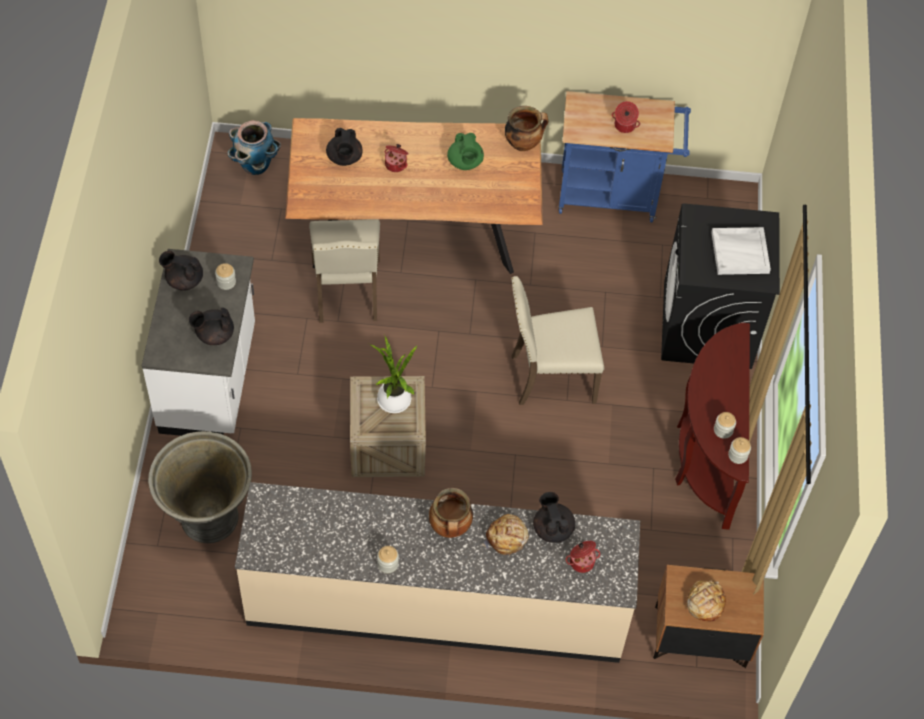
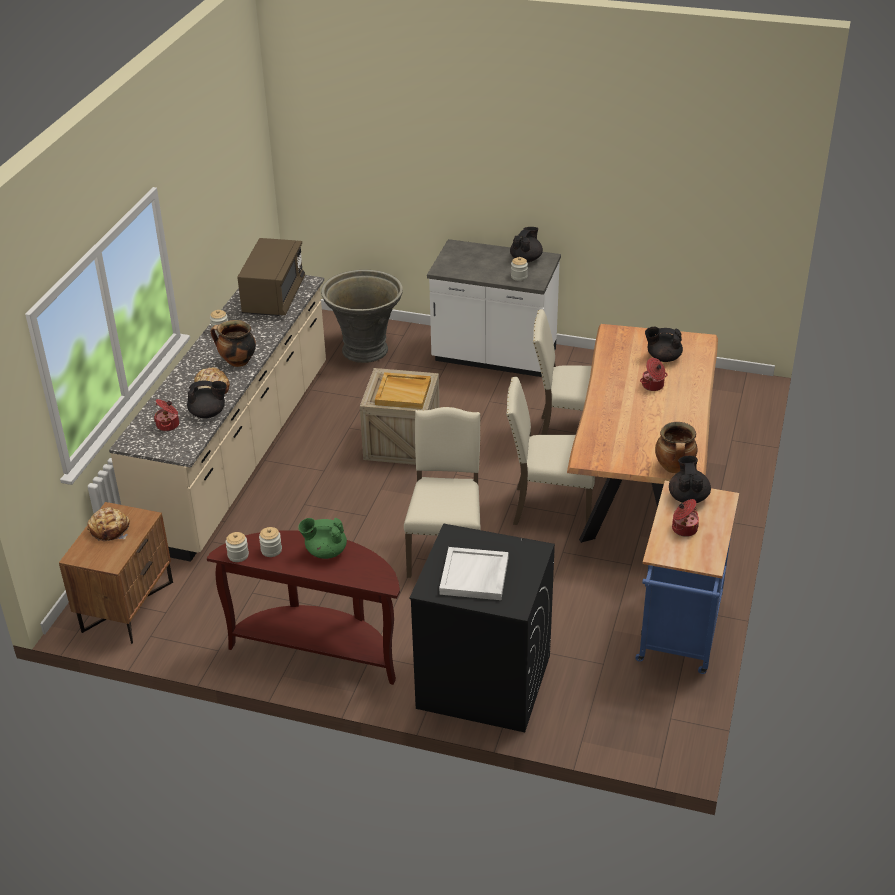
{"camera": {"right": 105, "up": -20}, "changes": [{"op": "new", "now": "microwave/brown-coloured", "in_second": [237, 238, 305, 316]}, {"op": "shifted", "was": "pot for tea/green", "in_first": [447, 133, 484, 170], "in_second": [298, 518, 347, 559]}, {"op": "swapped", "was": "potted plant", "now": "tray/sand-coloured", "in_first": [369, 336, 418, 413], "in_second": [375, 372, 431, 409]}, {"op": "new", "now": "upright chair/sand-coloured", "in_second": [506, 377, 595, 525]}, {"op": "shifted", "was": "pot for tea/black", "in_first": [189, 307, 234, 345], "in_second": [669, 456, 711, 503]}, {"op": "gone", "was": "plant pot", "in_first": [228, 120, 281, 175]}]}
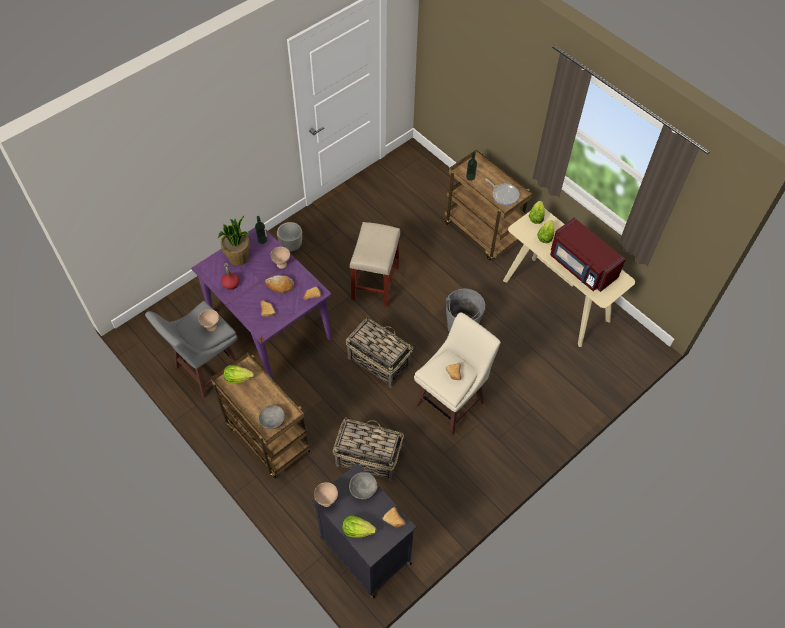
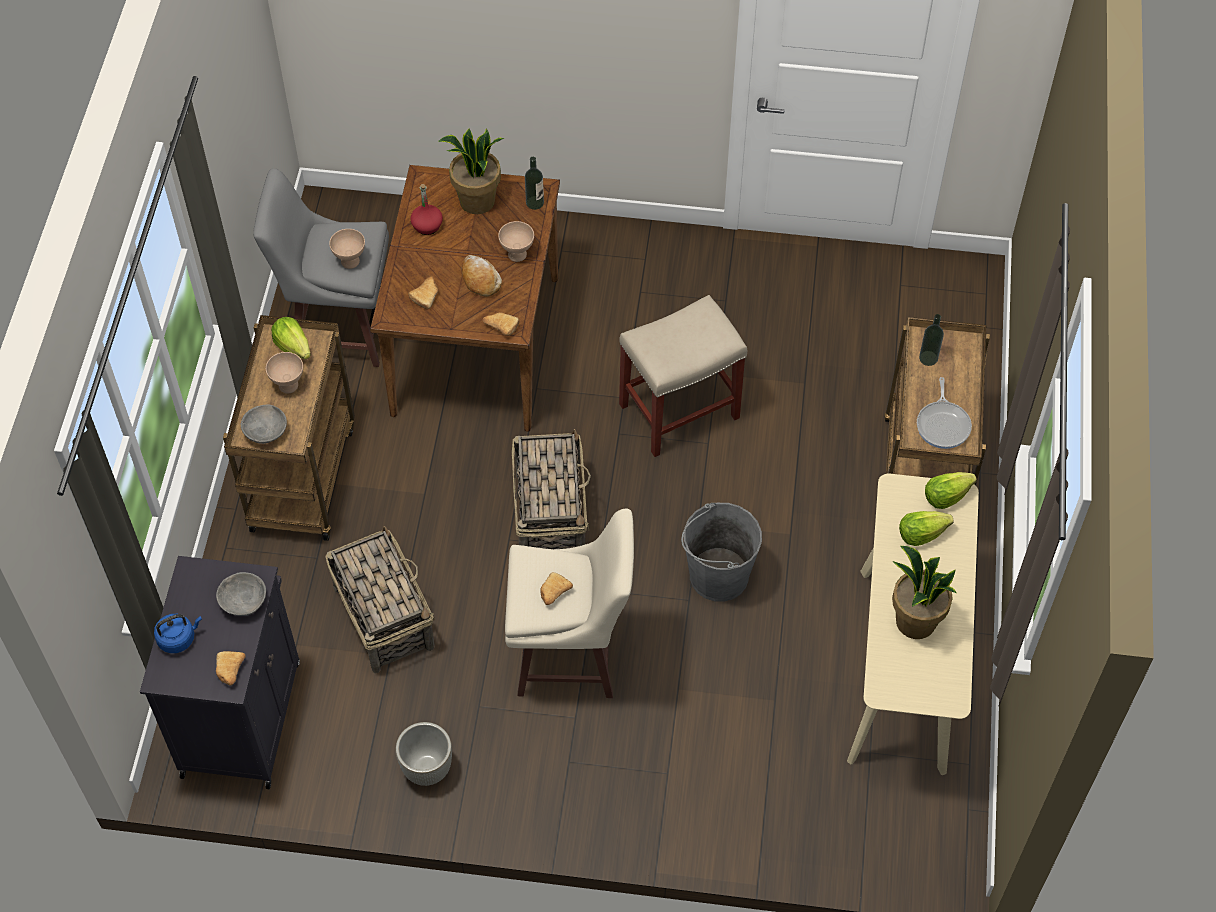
{"camera": {"right": 50, "up": 0}, "changes": [{"op": "swapped", "was": "head of lettuce", "now": "water kettle/bluish", "in_first": [342, 515, 376, 538], "in_second": [154, 614, 202, 653]}, {"op": "shifted", "was": "deep dish/sand-coloured", "in_first": [314, 482, 338, 507], "in_second": [266, 352, 303, 394]}, {"op": "repainted", "was": "kitchen table/purplish", "now": "kitchen table/brown-coloured", "in_first": [191, 228, 332, 380], "in_second": [370, 165, 560, 432]}, {"op": "shifted", "was": "plant pot/grey", "in_first": [277, 222, 302, 251], "in_second": [395, 722, 452, 786]}, {"op": "swapped", "was": "microwave/red-coloured", "now": "potted plant", "in_first": [550, 218, 626, 292], "in_second": [892, 546, 957, 639]}]}
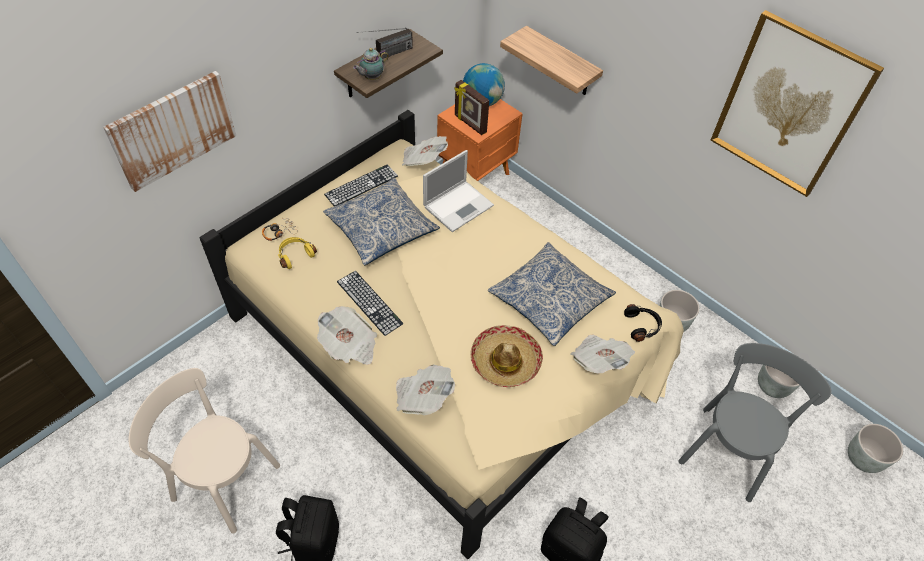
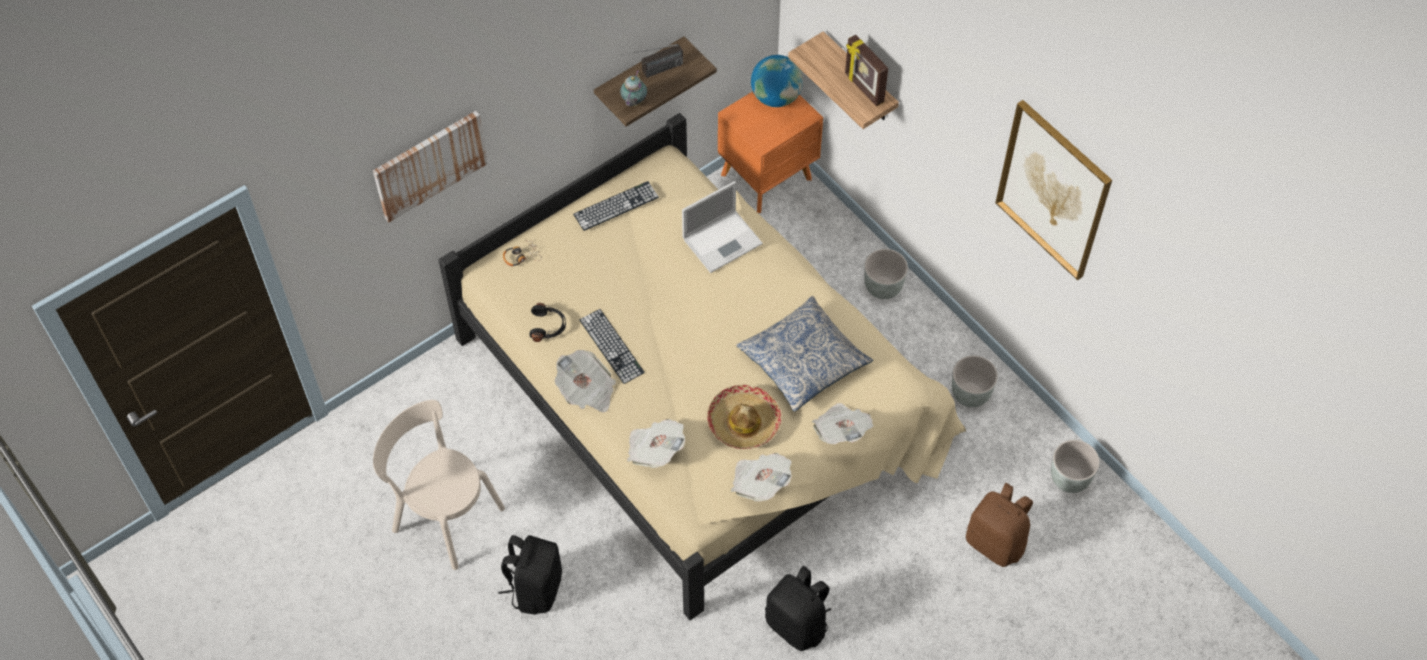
{"camera": {"right": 10, "up": 5}, "changes": [{"op": "shifted", "was": "headset/black", "in_first": [624, 304, 662, 342], "in_second": [529, 303, 566, 342]}, {"op": "rotated", "was": "pot for tea", "in_first": [353, 48, 389, 80], "in_second": [620, 71, 647, 107], "clockwise": -45}, {"op": "shifted", "was": "printed paper", "in_first": [402, 136, 448, 166], "in_second": [731, 453, 792, 502]}, {"op": "shifted", "was": "photo frame", "in_first": [455, 80, 489, 135], "in_second": [845, 35, 888, 106]}, {"op": "shifted", "was": "plant pot/grey", "in_first": [848, 424, 903, 473], "in_second": [864, 249, 908, 299]}, {"op": "swapped", "was": "upright chair/grey", "now": "backpack/brown-coloured", "in_first": [678, 343, 832, 502], "in_second": [966, 483, 1033, 567]}, {"op": "gone", "was": "headset/yellowish", "in_first": [278, 237, 317, 269]}, {"op": "gone", "was": "throw pillow", "in_first": [323, 178, 440, 265]}]}
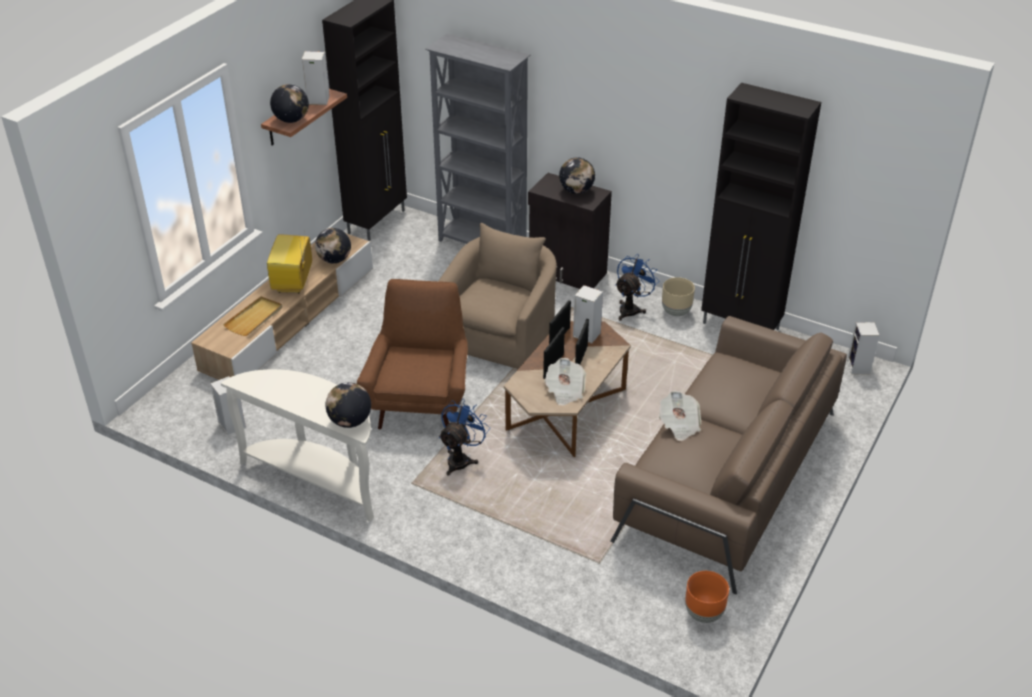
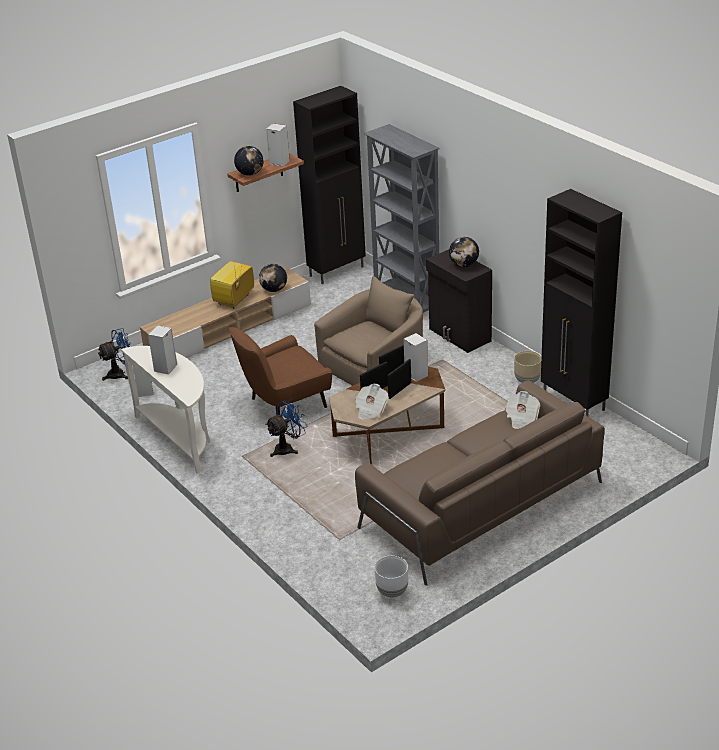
{"camera": {"right": 25, "up": -5}, "changes": [{"op": "shifted", "was": "cooling fan/bluish", "in_first": [615, 254, 658, 321], "in_second": [98, 328, 131, 381]}, {"op": "shifted", "was": "audio speaker", "in_first": [847, 322, 879, 374], "in_second": [148, 325, 177, 374]}, {"op": "rotated", "was": "armchair/brown-coloured", "in_first": [357, 279, 468, 429], "in_second": [229, 327, 332, 415], "clockwise": -150}, {"op": "repainted", "was": "plant pot/orangey", "now": "plant pot/white-coloured", "in_first": [685, 571, 729, 623], "in_second": [375, 556, 408, 597]}, {"op": "shifted", "was": "printed paper", "in_first": [659, 390, 701, 441], "in_second": [505, 391, 540, 429]}, {"op": "gone", "was": "tray/sand-coloured", "in_first": [223, 296, 282, 336]}, {"op": "gone", "was": "desk globe", "in_first": [325, 382, 371, 428]}]}
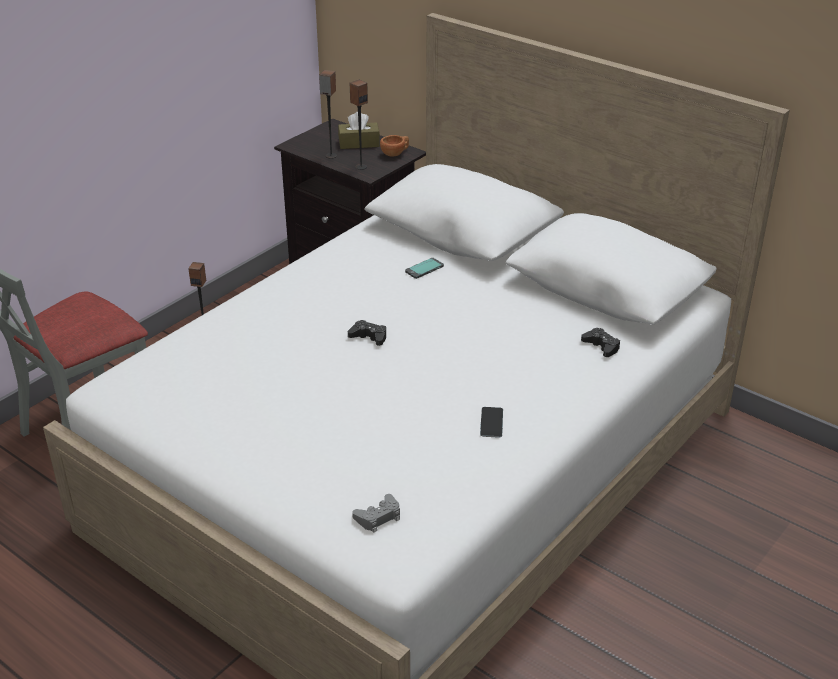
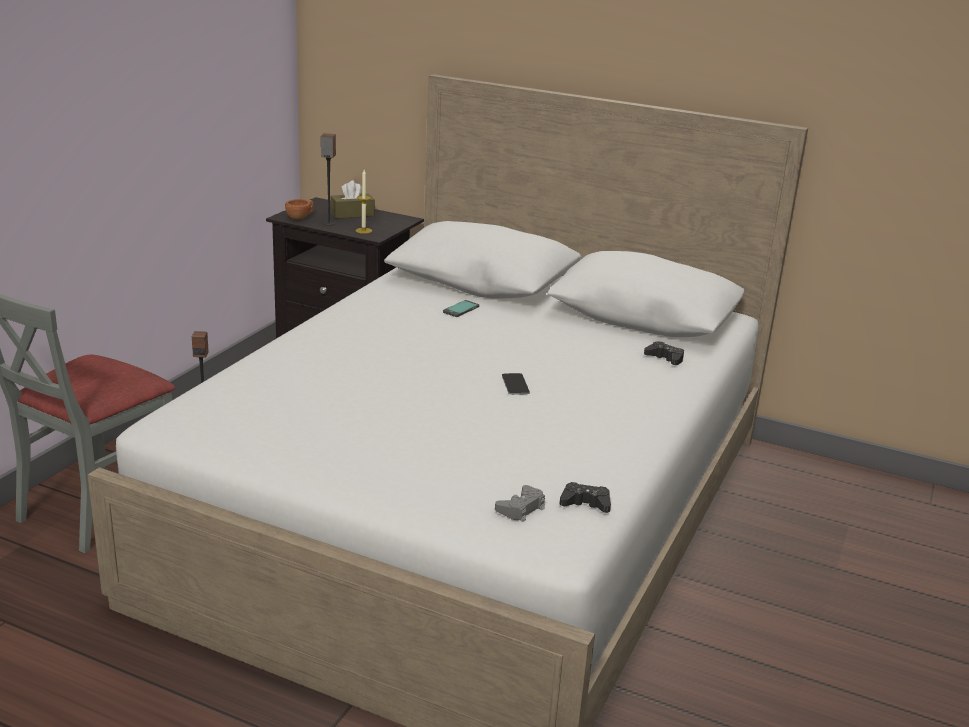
{"camera": {"right": -15, "up": -10}, "changes": [{"op": "shifted", "was": "drinking cup/brown-coloured", "in_first": [380, 135, 409, 157], "in_second": [285, 199, 314, 220]}, {"op": "swapped", "was": "audio speaker", "now": "candle", "in_first": [350, 79, 368, 170], "in_second": [355, 170, 372, 234]}, {"op": "shifted", "was": "telephone", "in_first": [480, 407, 503, 438], "in_second": [502, 373, 530, 395]}, {"op": "shifted", "was": "game controller/black", "in_first": [348, 320, 386, 346], "in_second": [560, 482, 611, 513]}]}
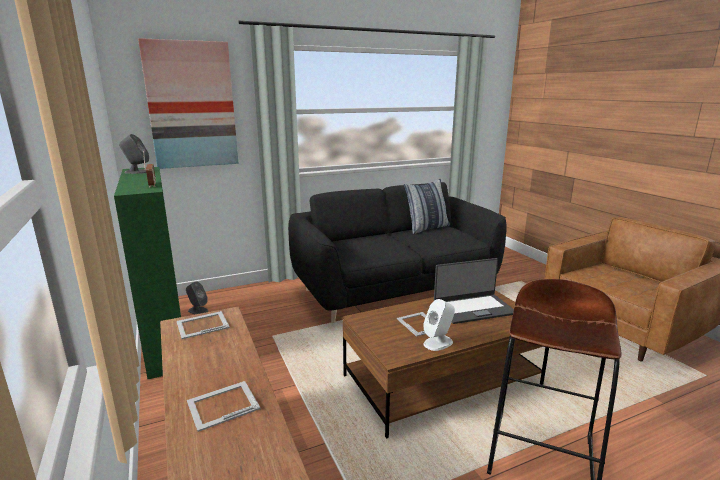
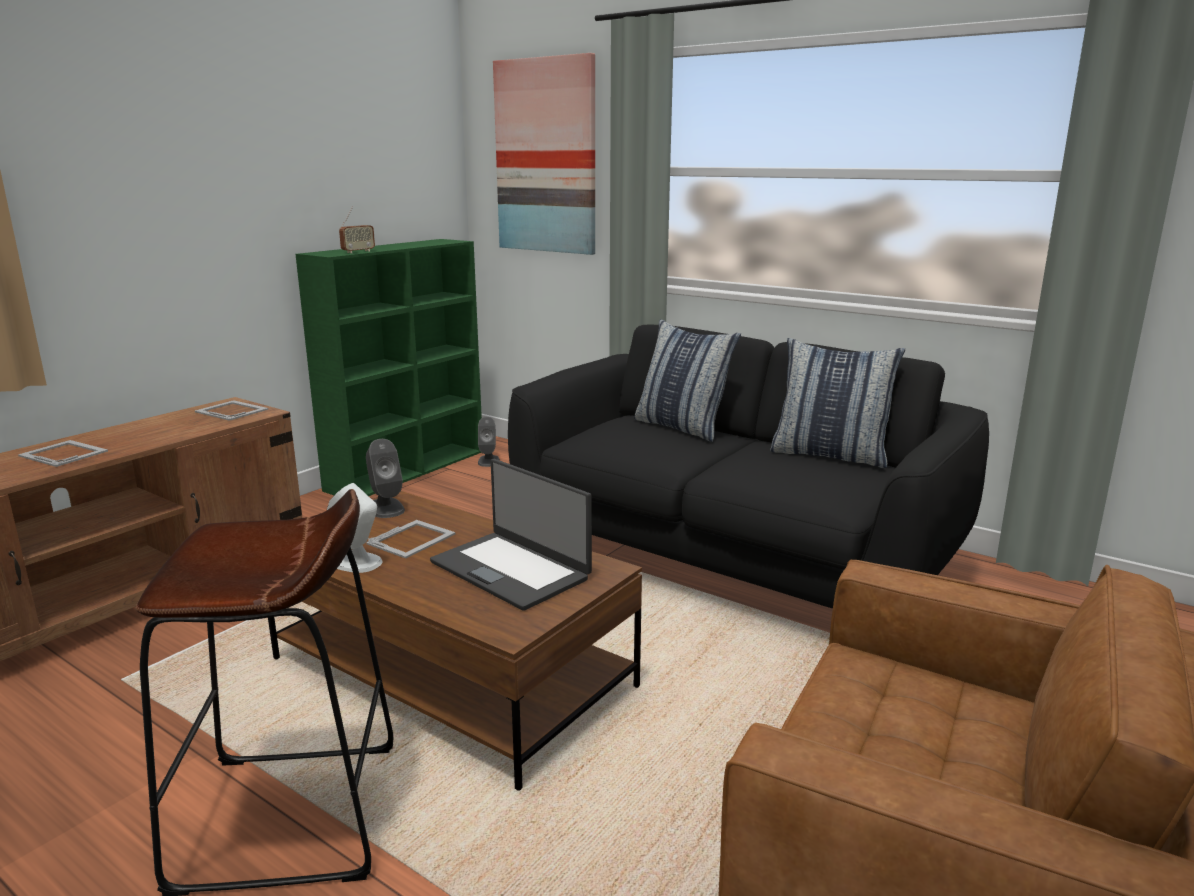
{"camera": {"right": 60, "up": 0}, "changes": [{"op": "shifted", "was": "audio speaker/grey", "in_first": [119, 134, 149, 174], "in_second": [366, 439, 405, 518]}, {"op": "new", "now": "throw pillow", "in_second": [634, 319, 741, 442]}]}
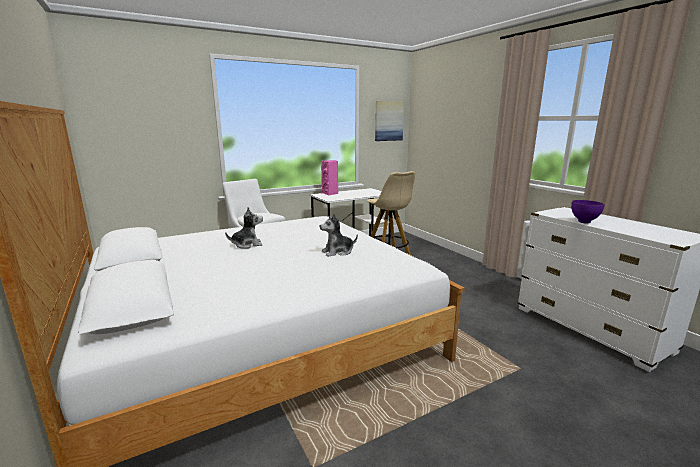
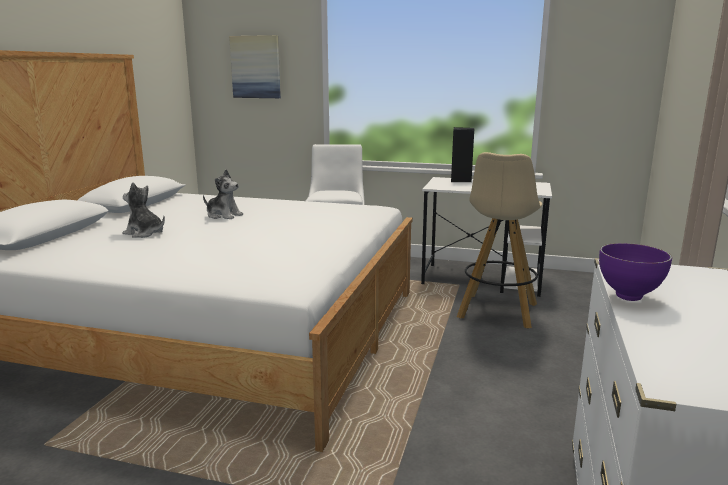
{"camera": {"right": 45, "up": 0}, "changes": [{"op": "shifted", "was": "cuddly toy", "in_first": [320, 214, 358, 257], "in_second": [122, 182, 165, 238]}, {"op": "shifted", "was": "wall art", "in_first": [375, 101, 404, 141], "in_second": [229, 35, 281, 98]}, {"op": "repainted", "was": "audio speaker/pinkish", "now": "audio speaker/black", "in_first": [321, 160, 338, 195], "in_second": [451, 127, 474, 182]}]}
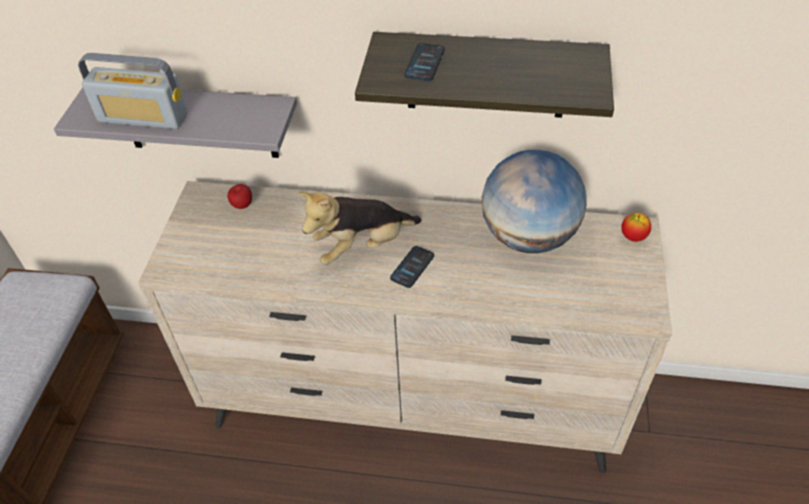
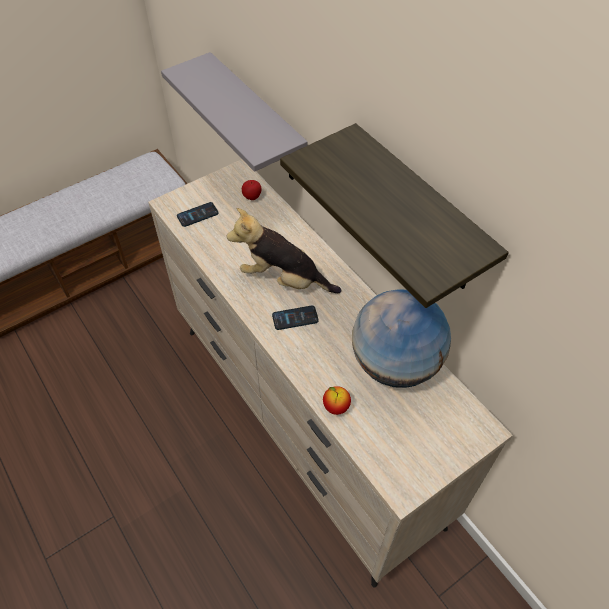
{"camera": {"right": 45, "up": 5}, "changes": [{"op": "shifted", "was": "telephone", "in_first": [404, 43, 445, 81], "in_second": [177, 202, 219, 227]}, {"op": "shifted", "was": "whole apple", "in_first": [621, 213, 651, 242], "in_second": [323, 386, 351, 415]}, {"op": "gone", "was": "radio receiver", "in_first": [78, 53, 187, 129]}]}
